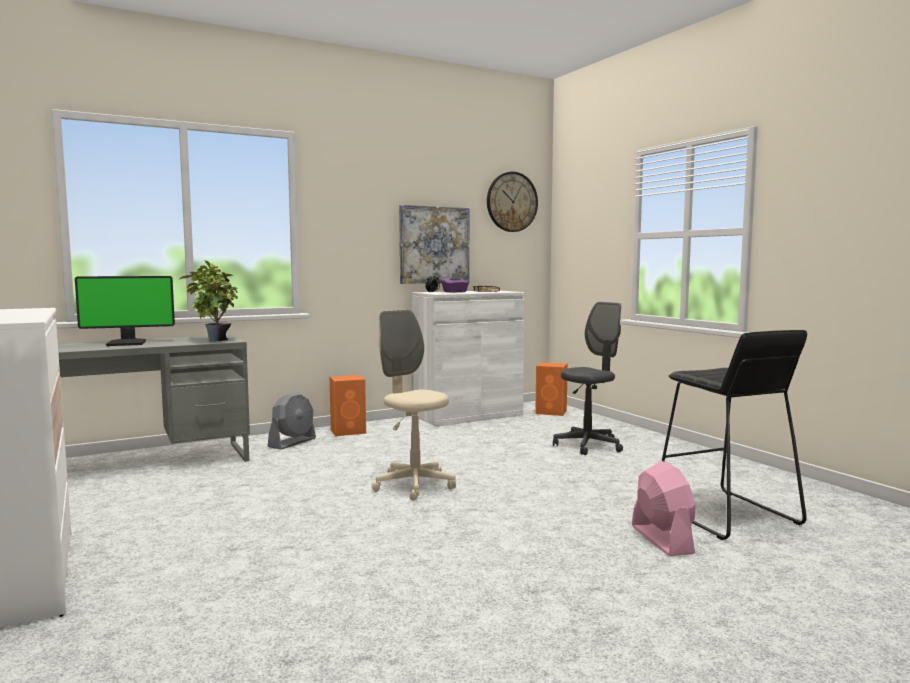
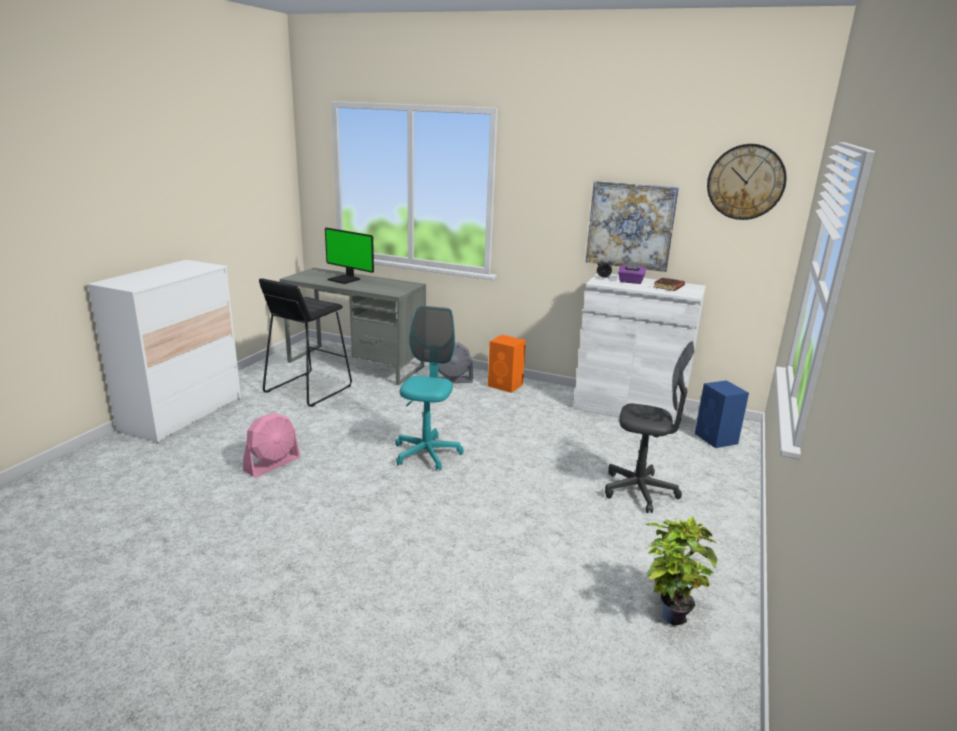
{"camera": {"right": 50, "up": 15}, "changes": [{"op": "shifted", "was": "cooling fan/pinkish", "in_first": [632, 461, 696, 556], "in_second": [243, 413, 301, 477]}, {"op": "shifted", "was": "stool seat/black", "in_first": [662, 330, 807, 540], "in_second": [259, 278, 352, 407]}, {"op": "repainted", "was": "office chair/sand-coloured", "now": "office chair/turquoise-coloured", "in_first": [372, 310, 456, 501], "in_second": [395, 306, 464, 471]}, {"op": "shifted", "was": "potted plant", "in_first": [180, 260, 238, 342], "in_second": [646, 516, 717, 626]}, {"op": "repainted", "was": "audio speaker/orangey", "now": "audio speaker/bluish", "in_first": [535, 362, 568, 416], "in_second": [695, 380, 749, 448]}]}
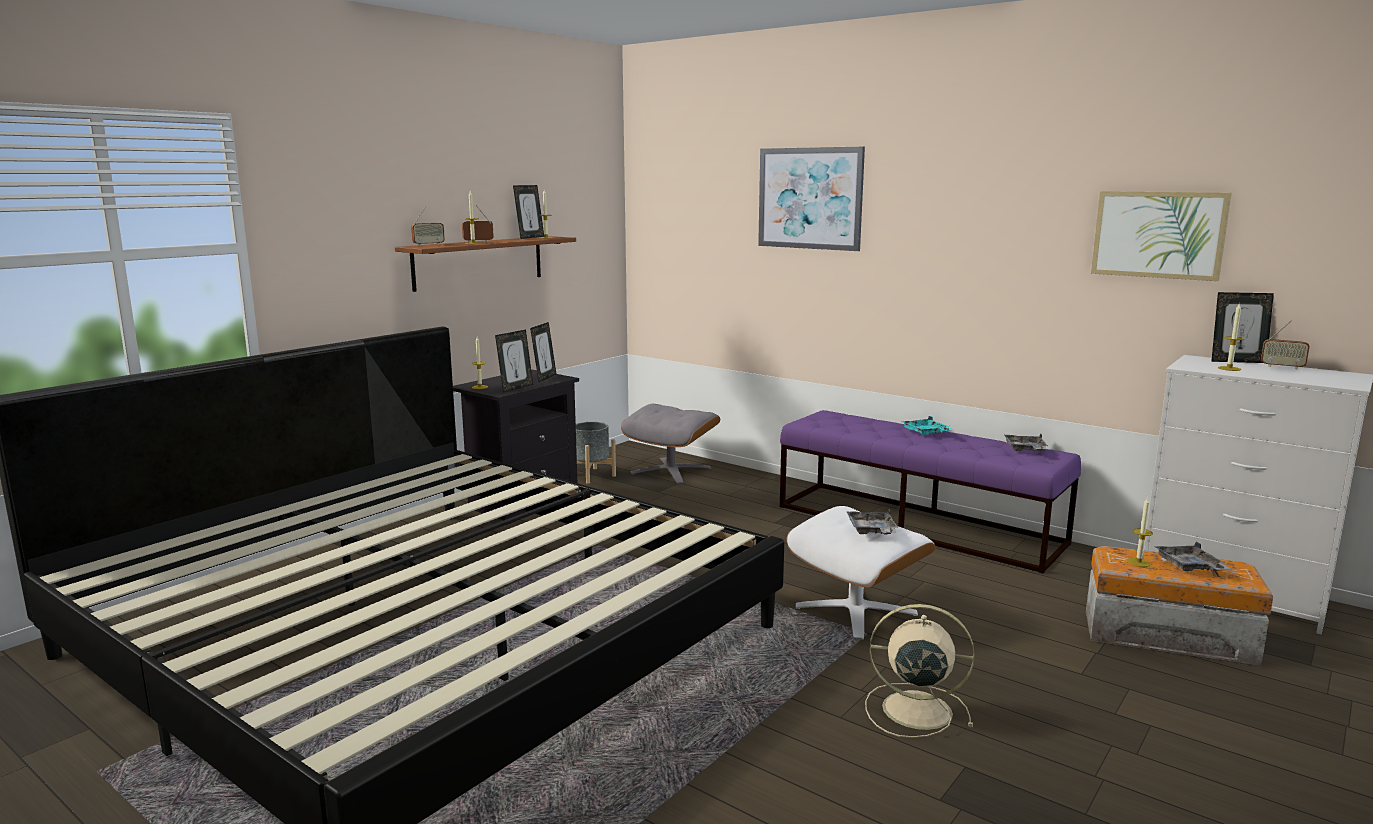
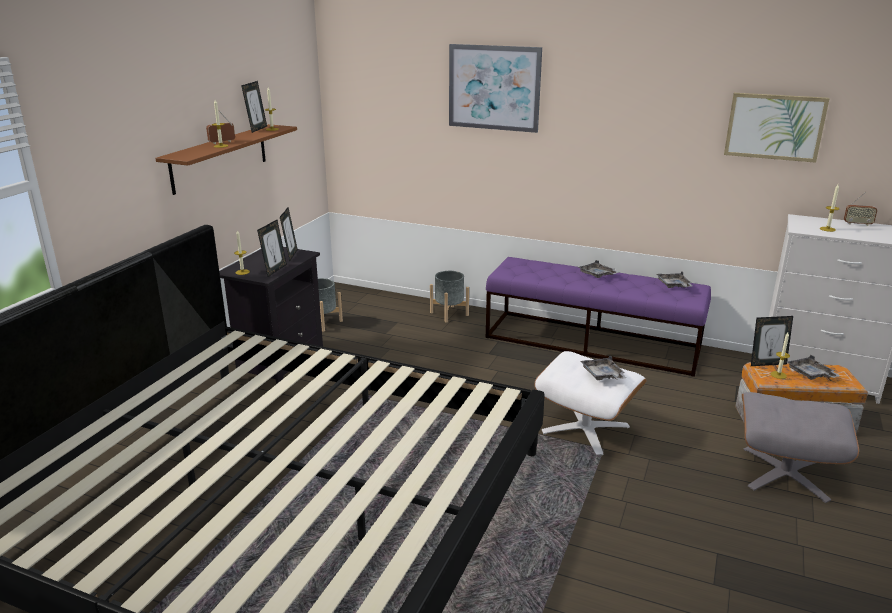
{"camera": {"right": -15, "up": 10}, "changes": [{"op": "new", "now": "plant pot/grey", "in_second": [430, 271, 469, 322]}, {"op": "repainted", "was": "tray/turquoise-coloured", "now": "tray/grey", "in_first": [903, 416, 953, 435], "in_second": [578, 260, 619, 278]}, {"op": "shifted", "was": "pouffe/grey", "in_first": [621, 404, 720, 484], "in_second": [742, 392, 859, 503]}, {"op": "shifted", "was": "photo frame", "in_first": [1211, 292, 1274, 363], "in_second": [751, 316, 793, 366]}, {"op": "gone", "was": "radio receiver", "in_first": [411, 206, 445, 246]}, {"op": "gone", "was": "cooling fan/sand-coloured", "in_first": [865, 604, 975, 738]}]}
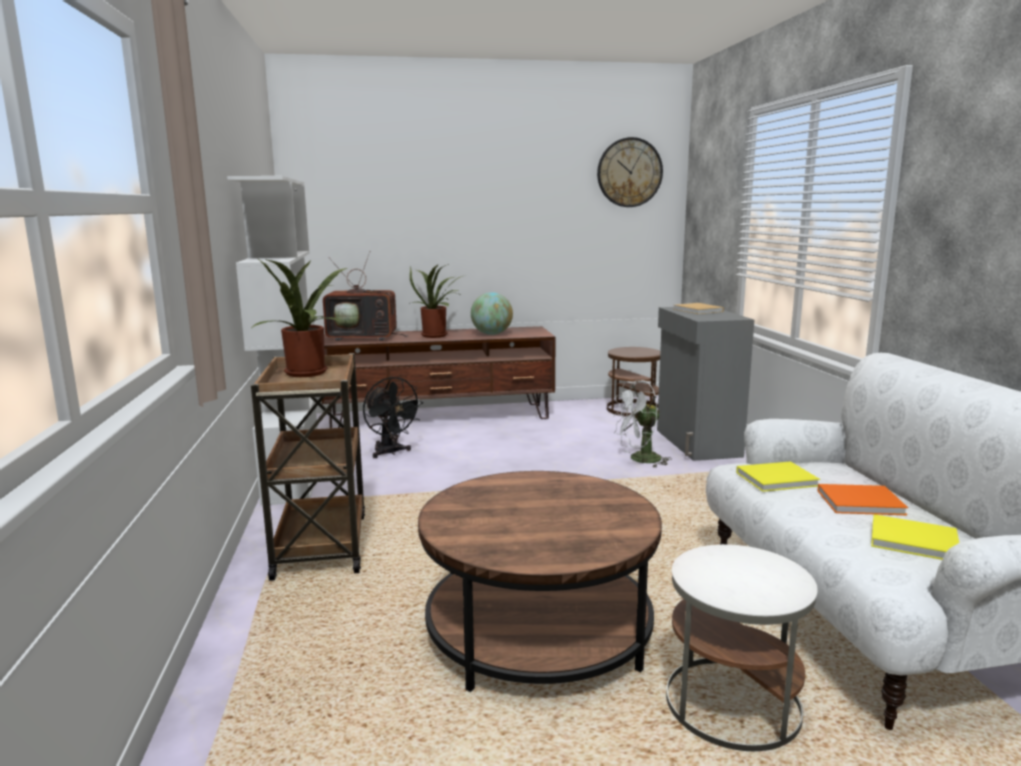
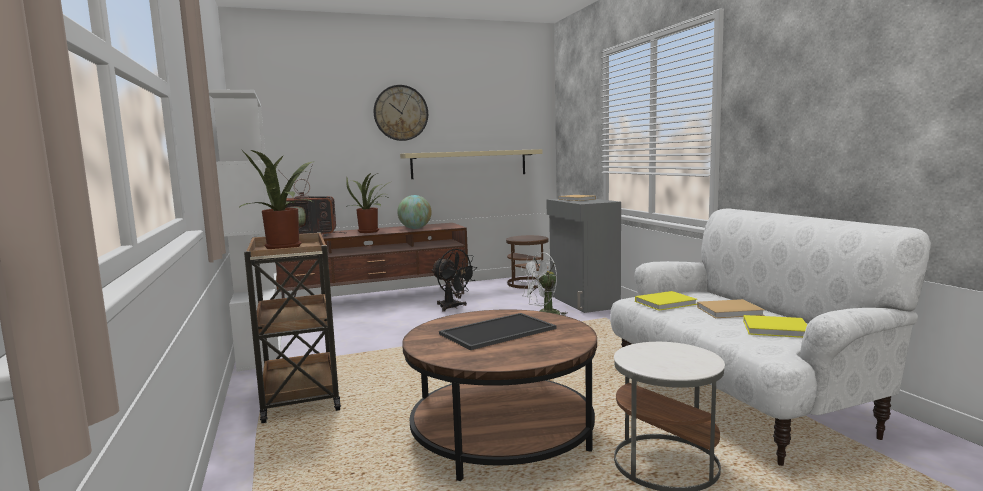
{"camera": {"right": -10, "up": -5}, "changes": [{"op": "shifted", "was": "hanging clock", "in_first": [597, 137, 663, 207], "in_second": [373, 85, 428, 141]}, {"op": "new", "now": "wall shelf/sand-coloured", "in_second": [400, 149, 543, 179]}, {"op": "shifted", "was": "cooling fan/black", "in_first": [363, 377, 423, 458], "in_second": [431, 249, 477, 312]}, {"op": "new", "now": "tray", "in_second": [439, 313, 556, 350]}, {"op": "repainted", "was": "volume/orangey", "now": "volume/sand-coloured", "in_first": [818, 484, 908, 515], "in_second": [697, 299, 765, 318]}]}
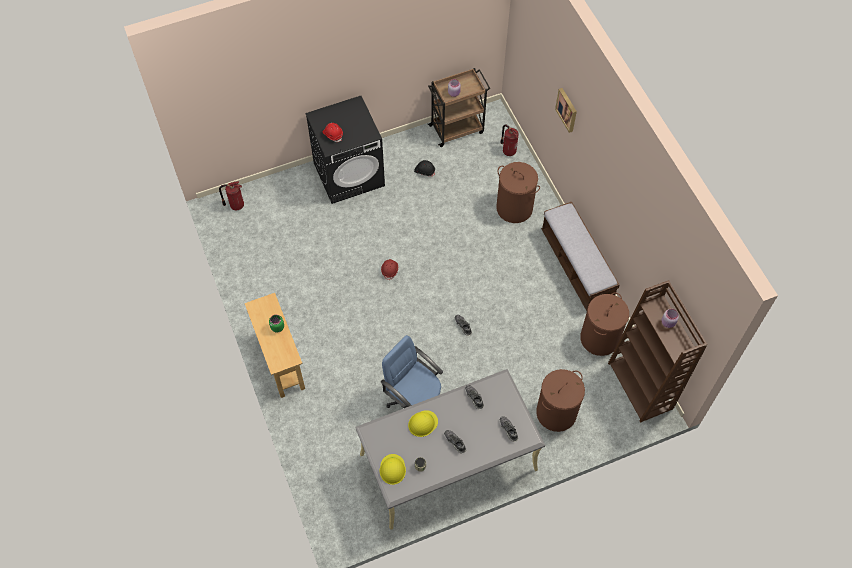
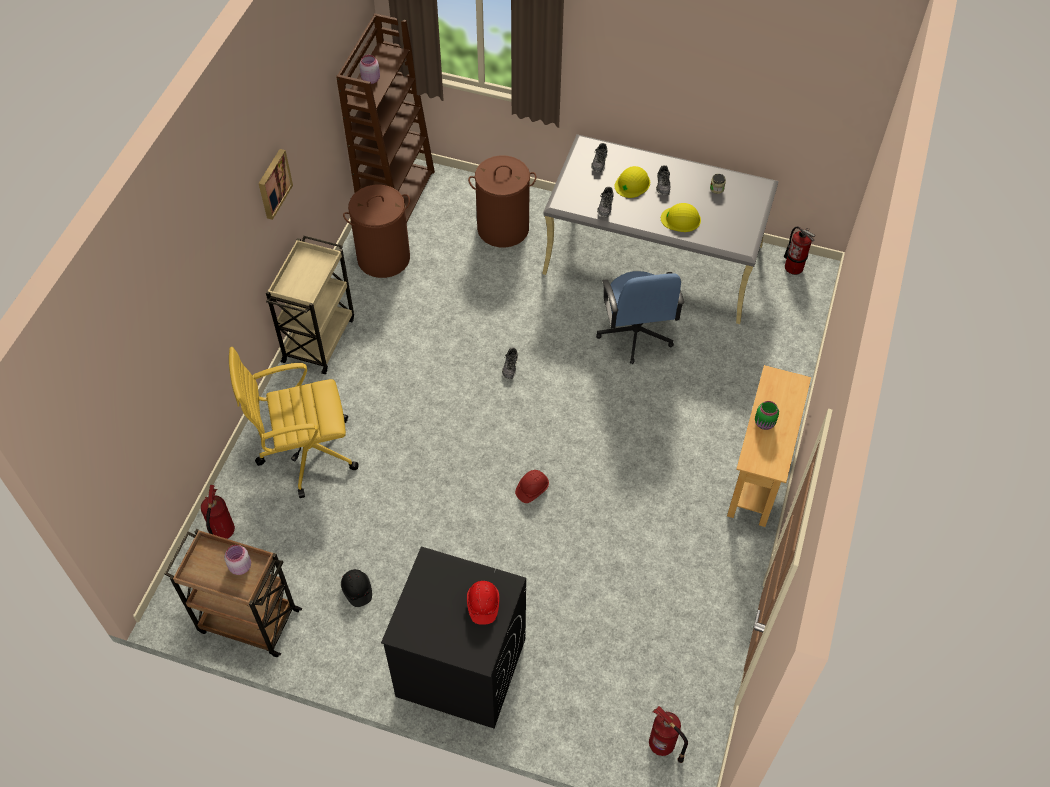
{"camera": {"right": -140, "up": -5}, "changes": [{"op": "swapped", "was": "hamper/brown-coloured", "now": "office chair/yellowish", "in_first": [496, 162, 540, 223], "in_second": [229, 347, 359, 498]}, {"op": "shifted", "was": "wall art", "in_first": [555, 88, 577, 133], "in_second": [258, 149, 293, 220]}, {"op": "swapped", "was": "bench", "now": "trolley/sand-coloured", "in_first": [541, 202, 620, 311], "in_second": [266, 236, 354, 374]}, {"op": "shifted", "was": "hard hat/yellowish", "in_first": [380, 454, 406, 485], "in_second": [614, 166, 650, 198]}, {"op": "new", "now": "fire extinguisher", "in_second": [784, 227, 815, 275]}]}
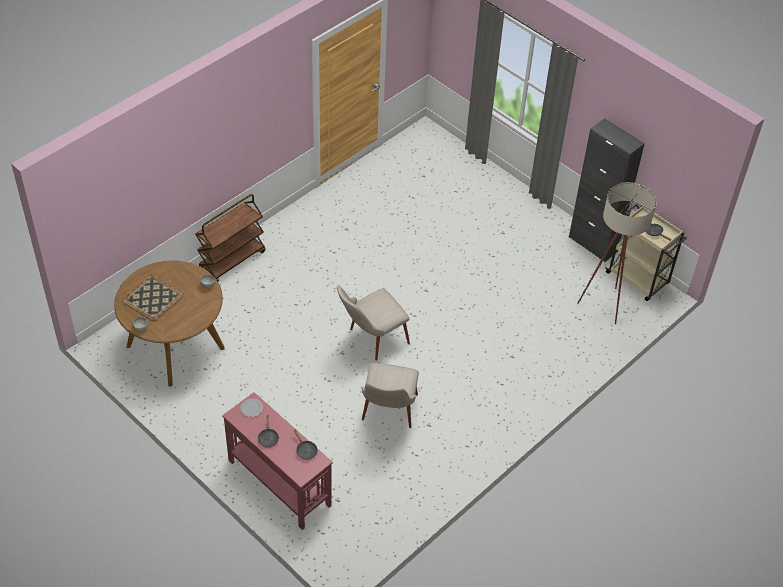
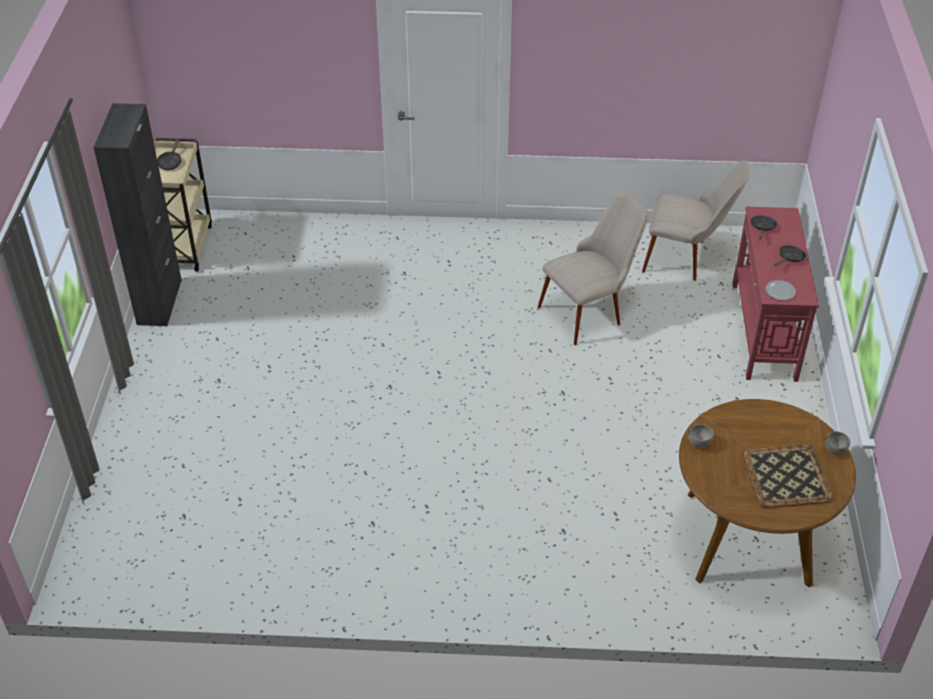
{"camera": {"right": -130, "up": -5}, "changes": [{"op": "shifted", "was": "upright chair/sand-coloured", "in_first": [337, 286, 410, 361], "in_second": [642, 160, 750, 281]}, {"op": "gone", "was": "trolley/brown-coloured", "in_first": [195, 194, 266, 282]}, {"op": "gone", "was": "standard lamp/sand-coloured", "in_first": [577, 182, 656, 324]}]}
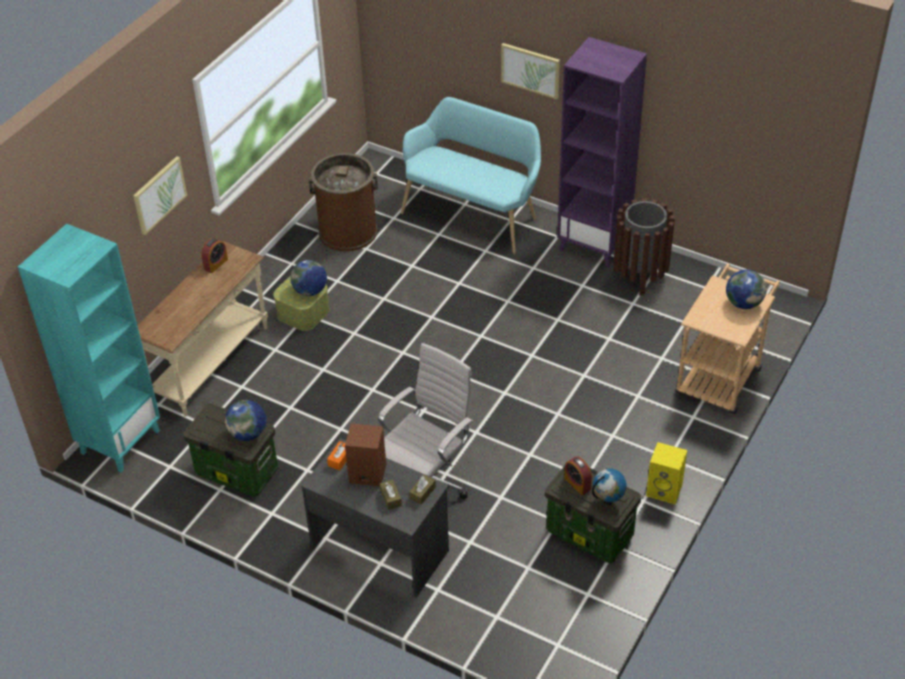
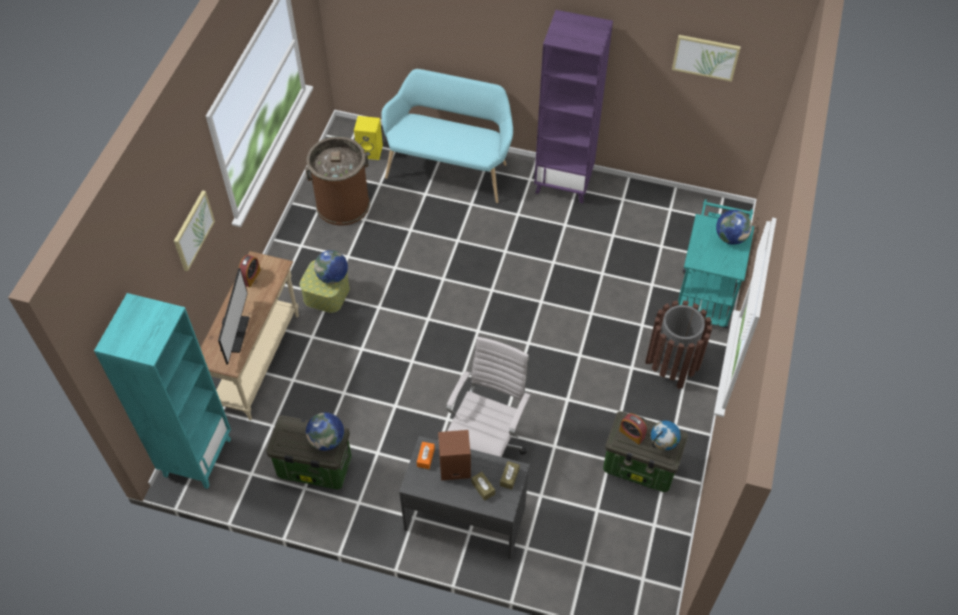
{"camera": {"right": -15, "up": 10}, "changes": [{"op": "new", "now": "monitor", "in_second": [218, 268, 249, 364]}, {"op": "shifted", "was": "audio speaker/yellowish", "in_first": [646, 442, 687, 504], "in_second": [354, 116, 383, 160]}, {"op": "shifted", "was": "trash can/brown-coloured", "in_first": [614, 198, 675, 295], "in_second": [645, 300, 712, 389]}, {"op": "shifted", "was": "wall art", "in_first": [501, 43, 560, 99], "in_second": [672, 35, 741, 82]}, {"op": "repainted", "was": "trolley/sand-coloured", "now": "trolley/turquoise-coloured", "in_first": [675, 264, 780, 415], "in_second": [678, 199, 754, 329]}]}
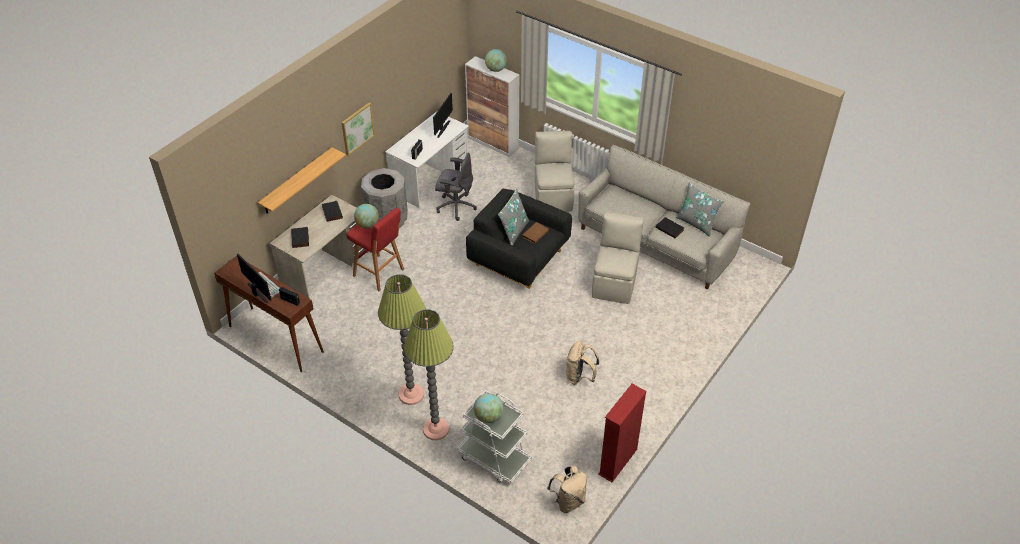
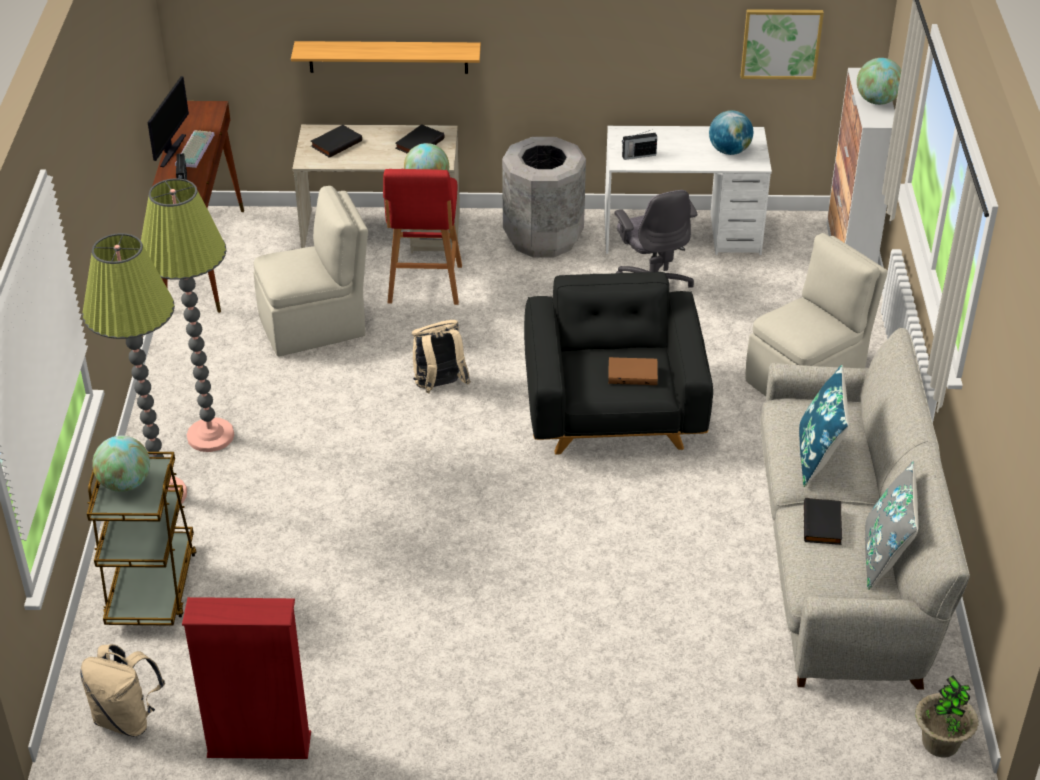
{"camera": {"right": 55, "up": -5}, "changes": [{"op": "repainted", "was": "trolley/white-coloured", "now": "trolley/brown-coloured", "in_first": [457, 390, 532, 484], "in_second": [87, 452, 197, 626]}, {"op": "shifted", "was": "upright chair/sand-coloured", "in_first": [592, 212, 644, 304], "in_second": [254, 186, 368, 356]}, {"op": "shifted", "was": "backpack/sand-coloured", "in_first": [566, 341, 599, 385], "in_second": [412, 320, 471, 393]}, {"op": "swapped", "was": "monitor", "now": "desk globe", "in_first": [433, 93, 453, 138], "in_second": [709, 110, 753, 155]}, {"op": "shifted", "was": "wall art", "in_first": [341, 103, 375, 156], "in_second": [741, 9, 824, 79]}, {"op": "new", "now": "throw pillow/bluish", "in_second": [799, 365, 849, 487]}, {"op": "new", "now": "potted plant", "in_second": [915, 675, 979, 757]}, {"op": "gone", "was": "throw pillow/grey", "in_first": [498, 189, 529, 246]}]}
